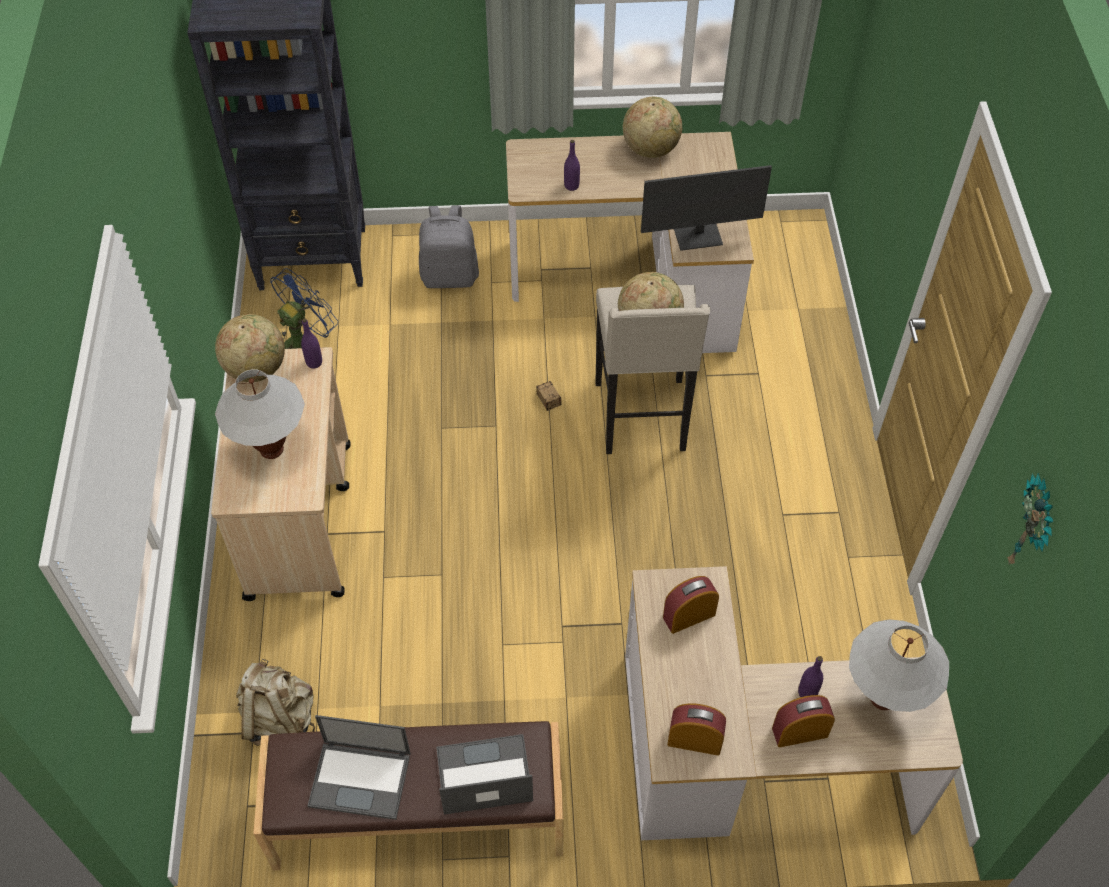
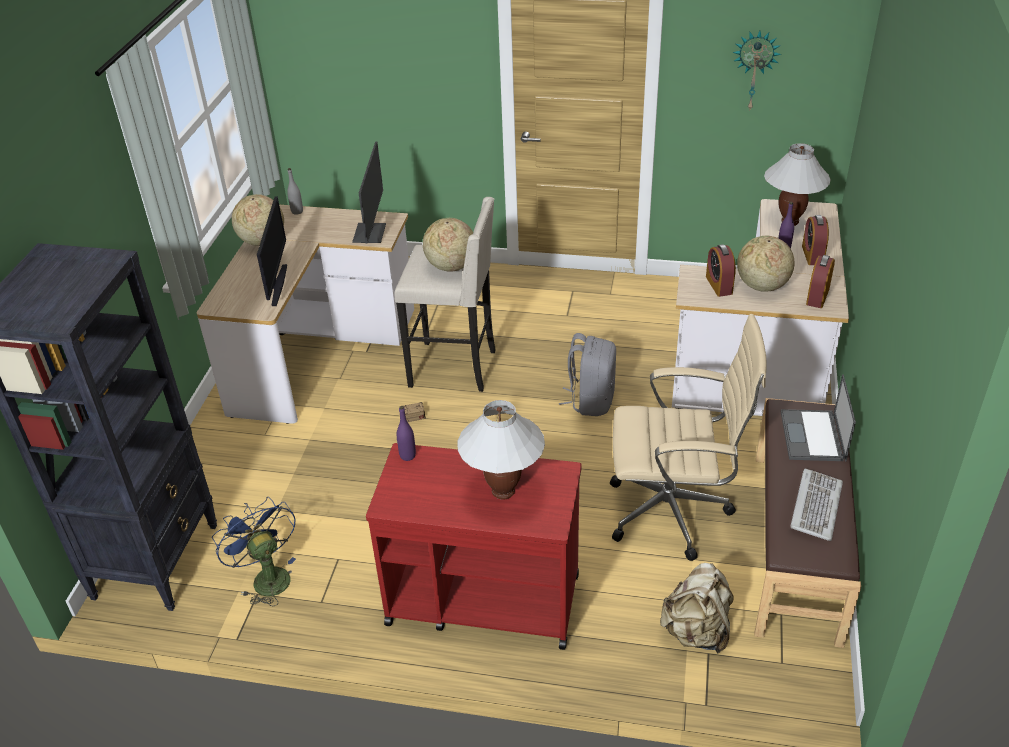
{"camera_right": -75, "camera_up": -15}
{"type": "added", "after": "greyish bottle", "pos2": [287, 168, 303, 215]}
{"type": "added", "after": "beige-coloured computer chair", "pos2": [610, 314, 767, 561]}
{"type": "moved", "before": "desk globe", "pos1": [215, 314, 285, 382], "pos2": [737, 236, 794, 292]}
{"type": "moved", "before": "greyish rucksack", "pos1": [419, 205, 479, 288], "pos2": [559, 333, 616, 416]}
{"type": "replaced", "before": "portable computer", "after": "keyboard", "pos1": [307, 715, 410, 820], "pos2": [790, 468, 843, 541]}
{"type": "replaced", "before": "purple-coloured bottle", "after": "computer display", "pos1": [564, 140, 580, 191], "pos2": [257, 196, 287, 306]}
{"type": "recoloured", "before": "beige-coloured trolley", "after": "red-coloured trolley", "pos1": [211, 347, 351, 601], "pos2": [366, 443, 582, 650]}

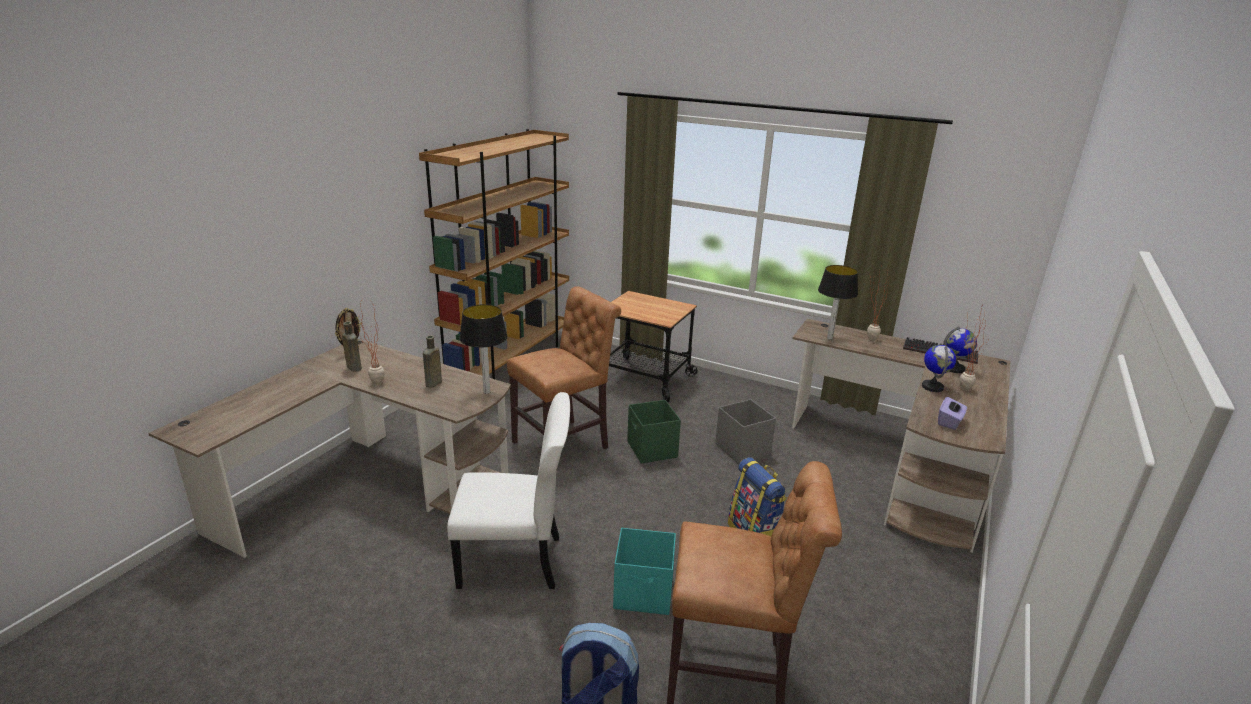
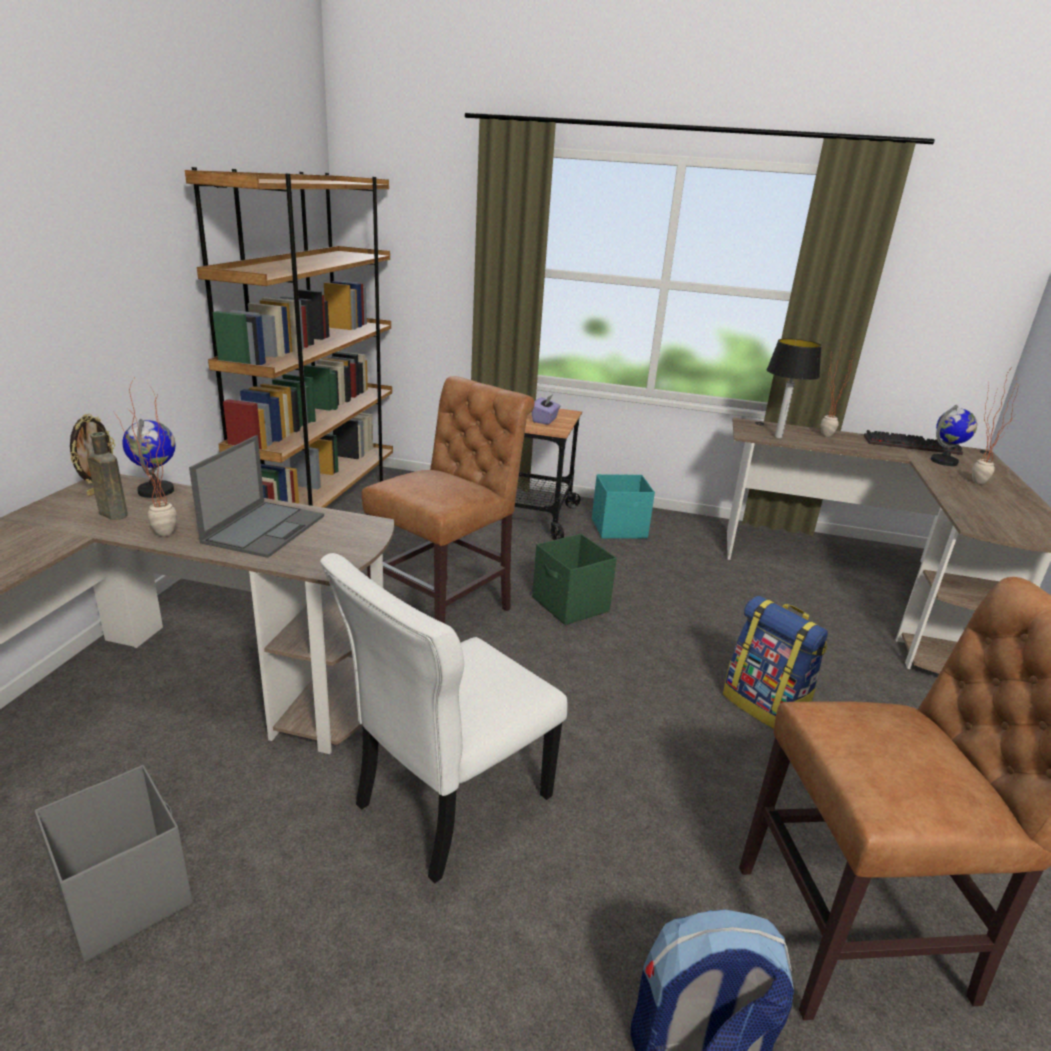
{"camera_right": -15, "camera_up": 0}
{"type": "removed", "before": "tabletop lamp", "pos1": [459, 304, 508, 394]}
{"type": "moved", "before": "blue-green storage container", "pos1": [613, 528, 676, 615], "pos2": [592, 474, 655, 539]}
{"type": "moved", "before": "greyish storage container", "pos1": [715, 399, 776, 464], "pos2": [34, 765, 192, 962]}
{"type": "moved", "before": "desk globe", "pos1": [922, 345, 956, 392], "pos2": [122, 419, 176, 498]}
{"type": "moved", "before": "purple-coloured tissue holder", "pos1": [938, 397, 967, 430], "pos2": [532, 394, 560, 425]}
{"type": "replaced", "before": "brown bottle", "after": "portable computer", "pos1": [423, 335, 442, 388], "pos2": [189, 435, 324, 558]}
{"type": "turned", "before": "white-coloured chair", "pos1": [447, 392, 570, 589], "pos2": [320, 553, 567, 884], "turn": 150}

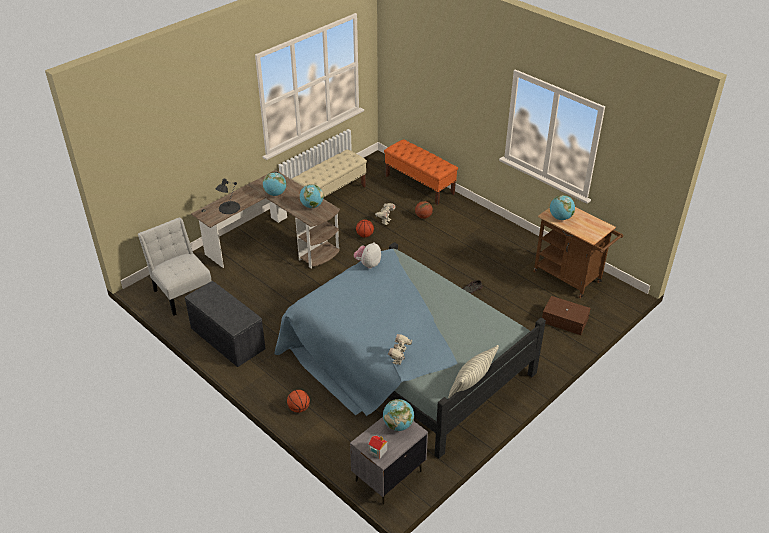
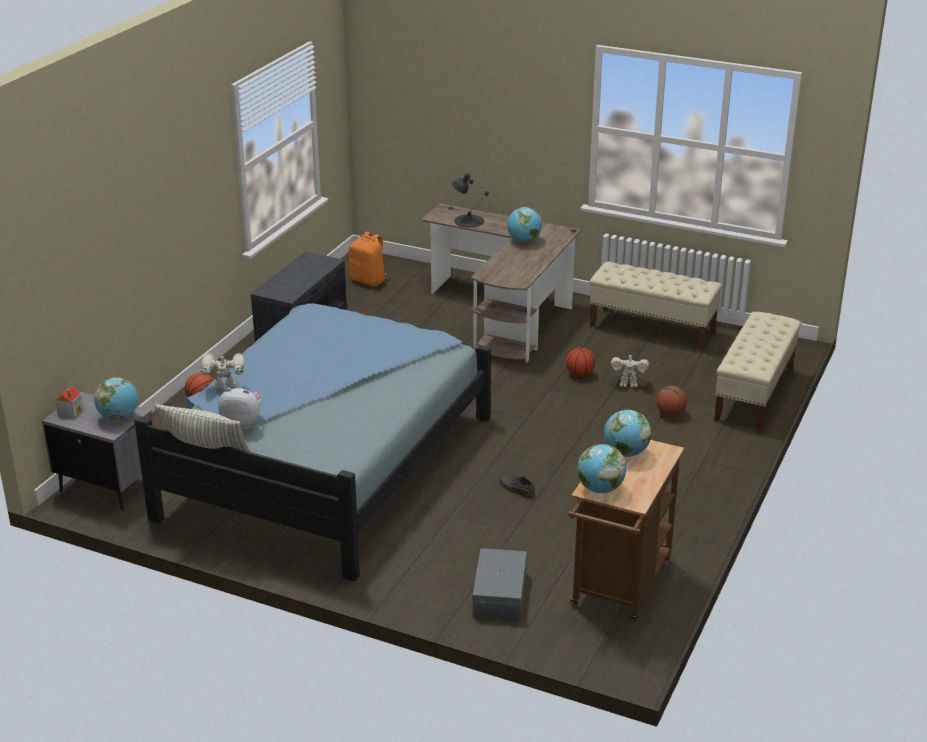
{"camera_right": 70, "camera_up": -10}
{"type": "moved", "before": "desk globe", "pos1": [300, 184, 324, 208], "pos2": [577, 444, 626, 493]}
{"type": "moved", "before": "plush toy", "pos1": [354, 242, 381, 269], "pos2": [218, 388, 261, 429]}
{"type": "replaced", "before": "white-coloured chair", "after": "orange rucksack", "pos1": [138, 217, 212, 315], "pos2": [349, 232, 386, 286]}
{"type": "recoloured", "before": "orange indoor bench", "after": "beige-coloured indoor bench", "pos1": [384, 139, 458, 205], "pos2": [714, 312, 801, 431]}
{"type": "recoloured", "before": "brown storage container", "after": "greyish storage container", "pos1": [542, 296, 591, 335], "pos2": [473, 548, 527, 621]}

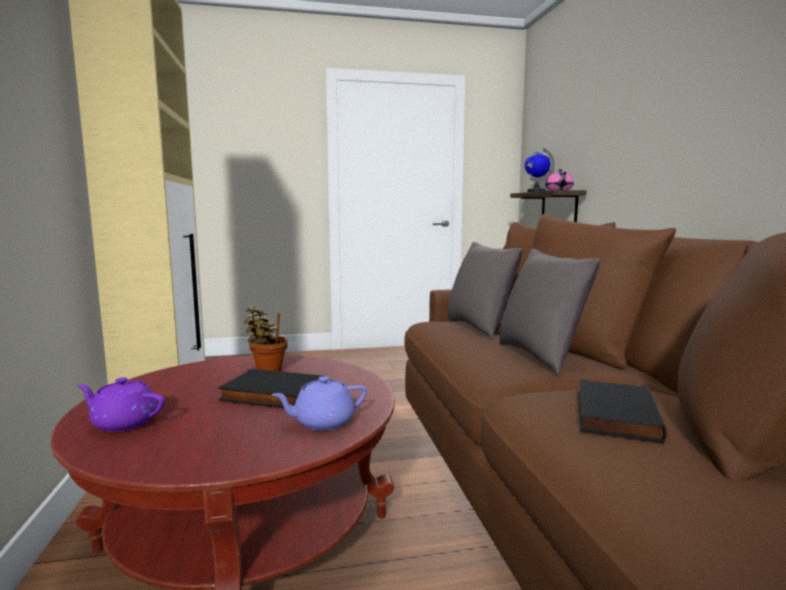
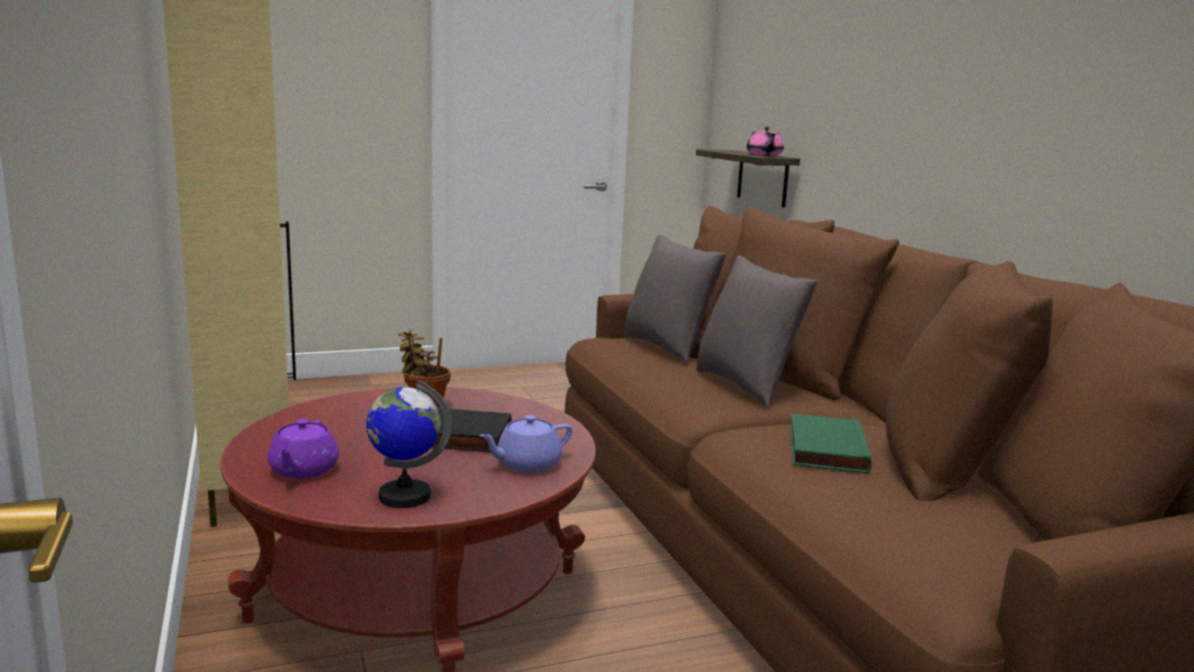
{"camera_right": -10, "camera_up": 5}
{"type": "moved", "before": "desk globe", "pos1": [525, 148, 555, 192], "pos2": [366, 380, 452, 508]}
{"type": "recoloured", "before": "black volume", "after": "green-coloured volume", "pos1": [578, 379, 667, 444], "pos2": [790, 413, 872, 474]}
{"type": "turned", "before": "purple-coloured pot for tea", "pos1": [77, 377, 165, 432], "pos2": [268, 419, 339, 479], "turn": -90}

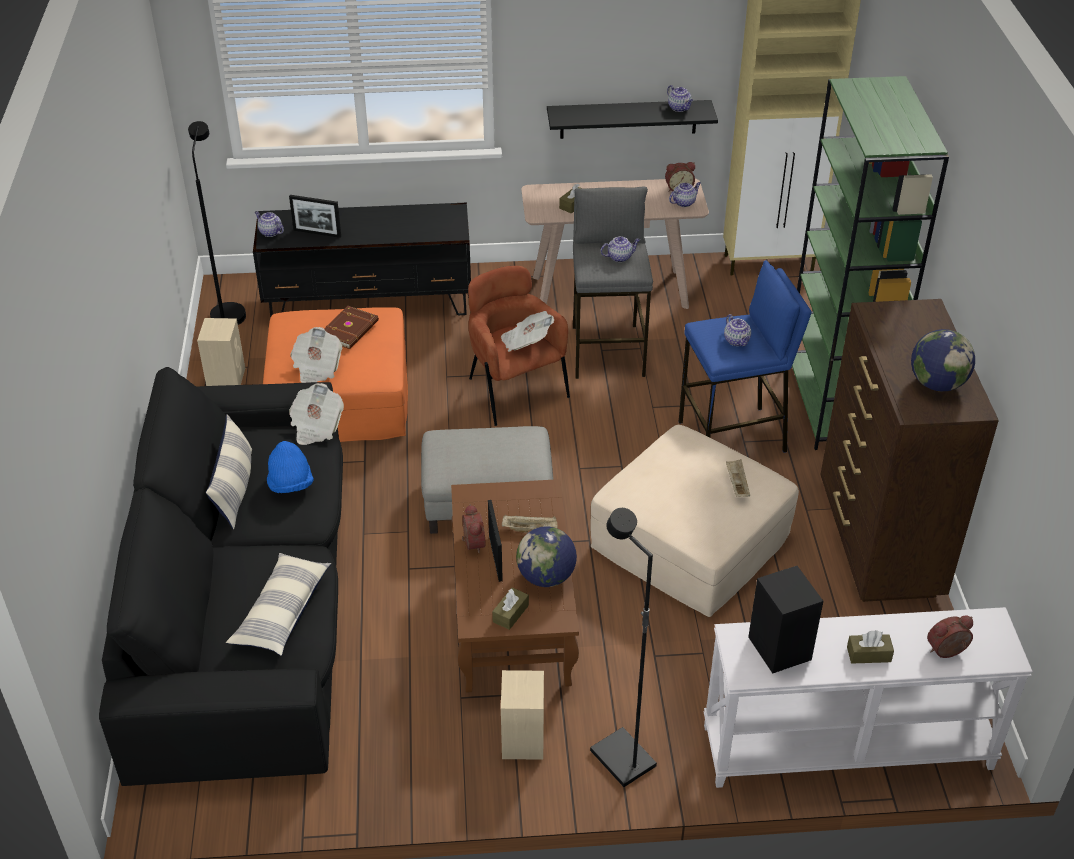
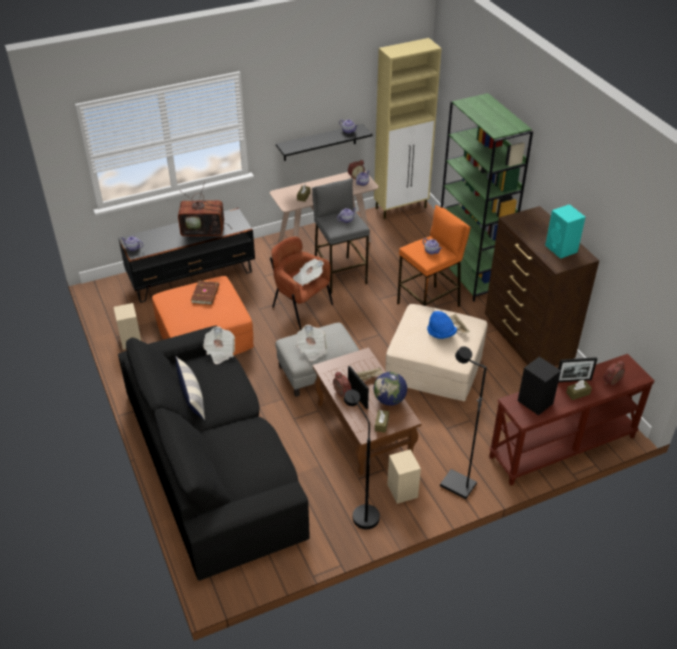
{"camera_right": -20, "camera_up": 0}
{"type": "removed", "before": "pillow", "pos1": [226, 553, 331, 656]}
{"type": "added", "after": "TV set", "pos2": [178, 182, 233, 237]}
{"type": "moved", "before": "black standing lamp", "pos1": [188, 121, 246, 325], "pos2": [344, 390, 380, 529]}
{"type": "moved", "before": "blue clothing hat", "pos1": [267, 441, 314, 493], "pos2": [427, 311, 457, 339]}
{"type": "moved", "before": "photo frame", "pos1": [289, 195, 341, 238], "pos2": [558, 357, 597, 382]}
{"type": "moved", "before": "printed paper", "pos1": [290, 327, 342, 383], "pos2": [296, 325, 327, 361]}
{"type": "replaced", "before": "desk globe", "after": "blue-green audio speaker", "pos1": [911, 329, 975, 391], "pos2": [545, 204, 585, 259]}
{"type": "recoloured", "before": "blue stool", "after": "orange stool", "pos1": [678, 260, 812, 453], "pos2": [397, 205, 471, 307]}
{"type": "recoloured", "before": "white-coloured console table", "after": "brown console table", "pos1": [704, 607, 1033, 788], "pos2": [489, 354, 655, 485]}

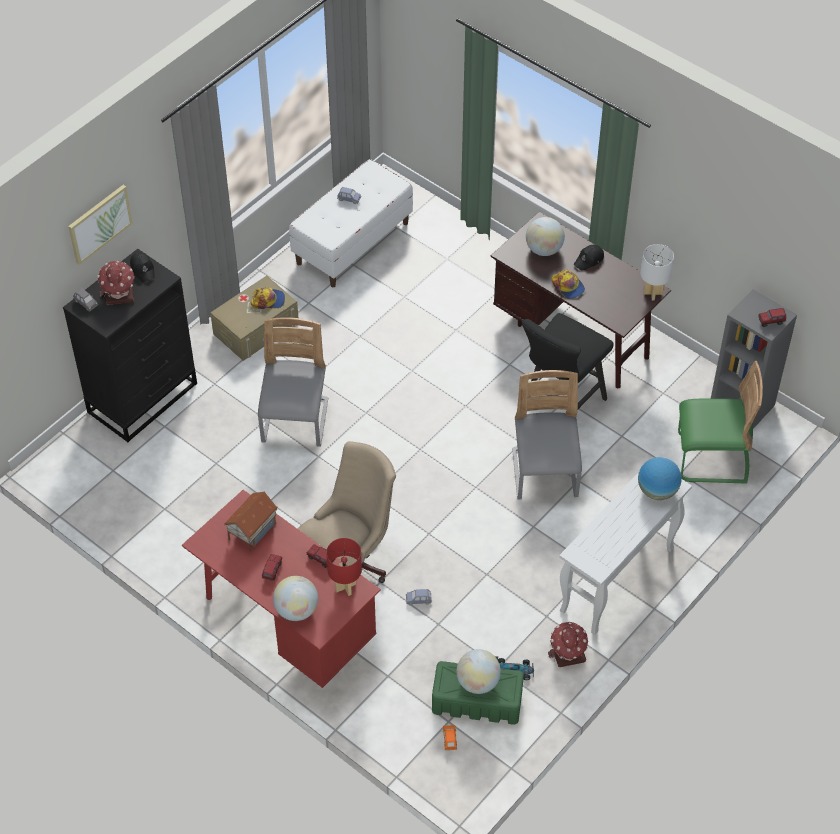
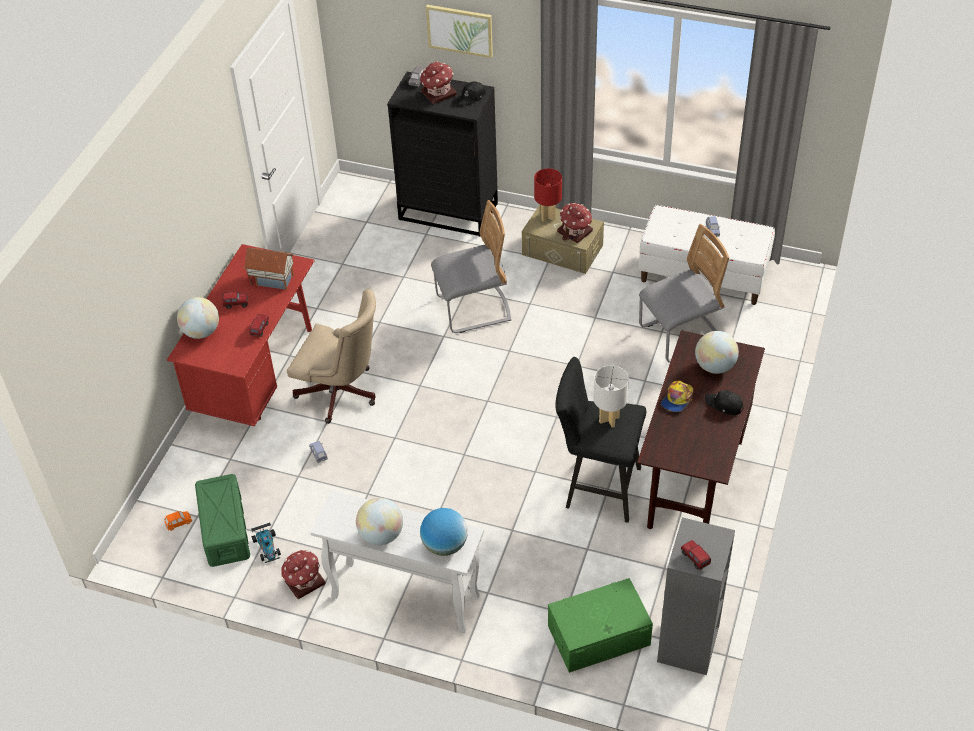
{"camera_right": 70, "camera_up": -5}
{"type": "moved", "before": "red-coloured tabletop lamp", "pos1": [326, 538, 362, 596], "pos2": [534, 168, 562, 222]}
{"type": "moved", "before": "desk globe", "pos1": [457, 649, 501, 694], "pos2": [356, 498, 403, 545]}
{"type": "moved", "before": "greyish chair", "pos1": [512, 370, 582, 499], "pos2": [639, 224, 729, 363]}
{"type": "moved", "before": "white-coloured tabletop lamp", "pos1": [641, 244, 674, 301], "pos2": [593, 365, 629, 428]}
{"type": "replaced", "before": "baseball cap", "after": "model house", "pos1": [251, 287, 285, 309], "pos2": [557, 203, 593, 243]}
{"type": "replaced", "before": "green-coloured chair", "after": "green-coloured storage container", "pos1": [678, 361, 763, 484], "pos2": [548, 578, 653, 673]}

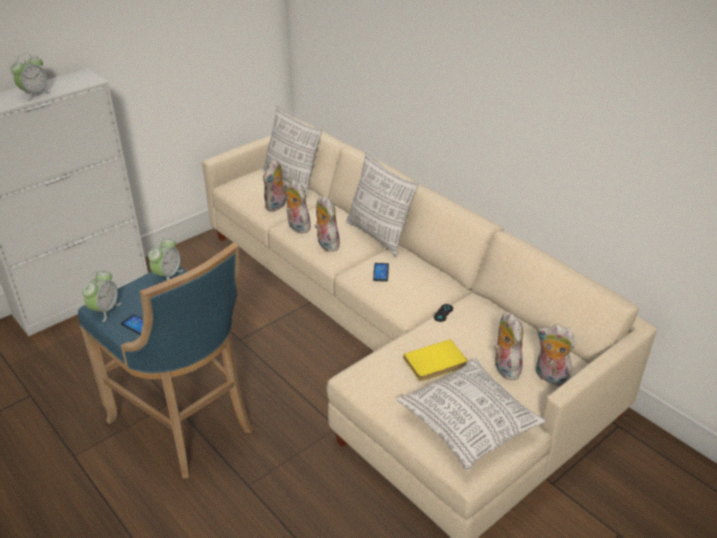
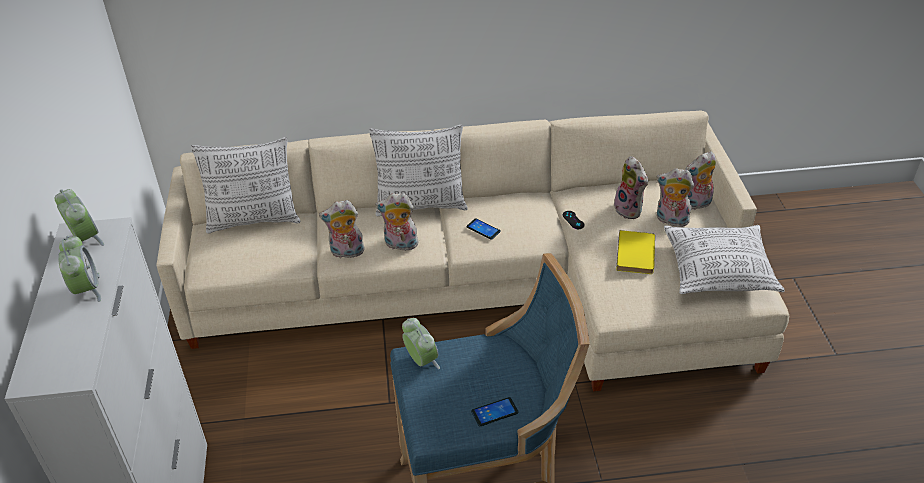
{"camera_right": -55, "camera_up": 5}
{"type": "moved", "before": "alarm clock", "pos1": [82, 270, 121, 322], "pos2": [55, 189, 104, 246]}
{"type": "moved", "before": "plush toy", "pos1": [263, 159, 286, 212], "pos2": [614, 156, 648, 219]}

